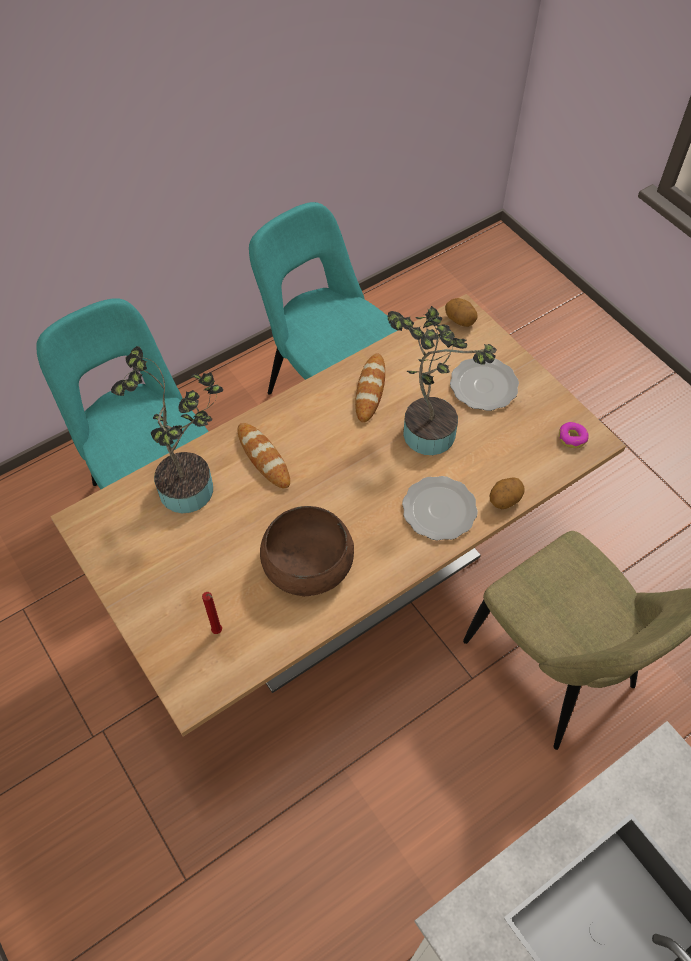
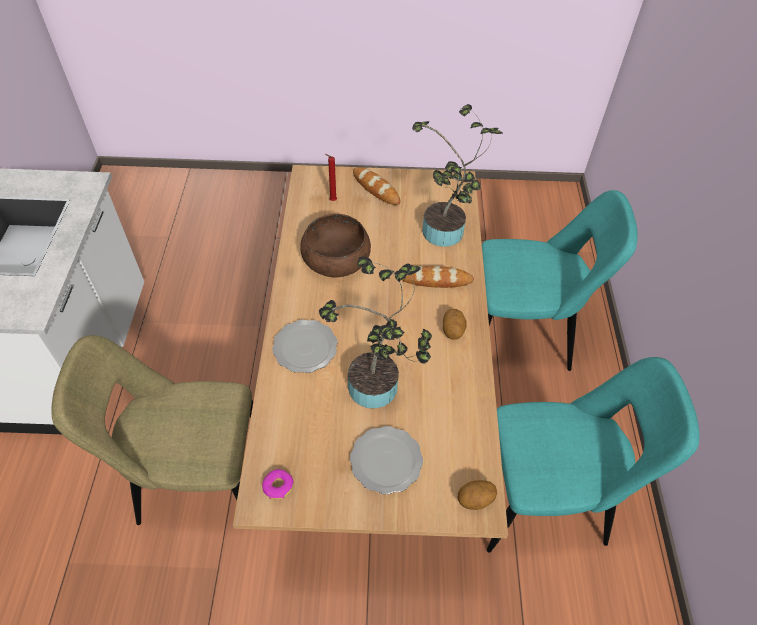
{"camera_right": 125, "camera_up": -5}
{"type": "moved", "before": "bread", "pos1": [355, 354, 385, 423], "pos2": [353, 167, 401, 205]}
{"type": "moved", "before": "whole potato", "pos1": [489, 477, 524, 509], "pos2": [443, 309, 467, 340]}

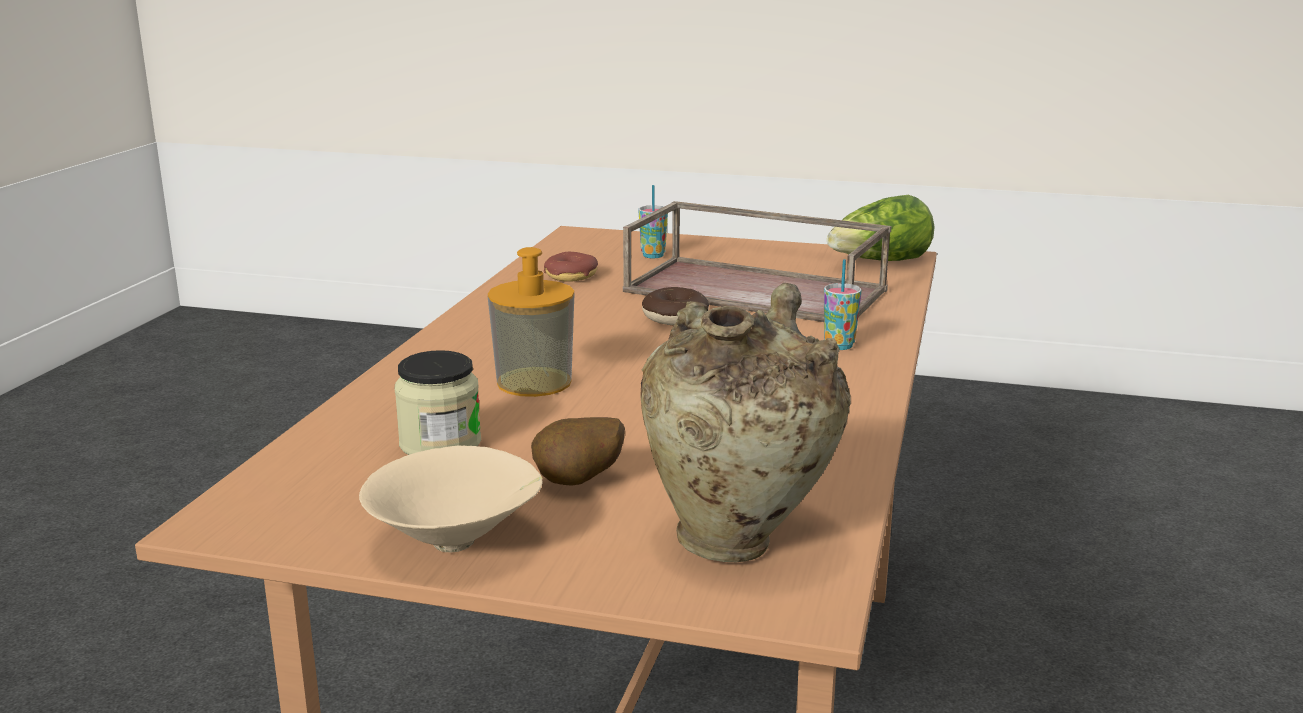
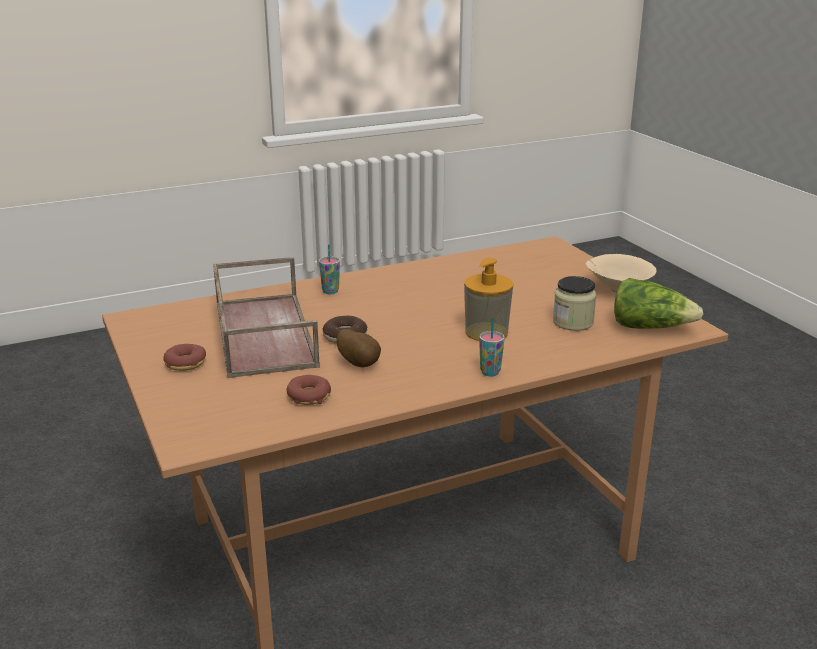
{"camera_right": -130, "camera_up": 5}
{"type": "removed", "before": "beige-coloured decorative vase", "pos1": [640, 283, 851, 562]}
{"type": "added", "after": "donut", "pos2": [163, 344, 206, 371]}
{"type": "moved", "before": "whole potato", "pos1": [531, 417, 625, 486], "pos2": [337, 329, 381, 367]}
{"type": "moved", "before": "cup", "pos1": [639, 185, 668, 258], "pos2": [479, 318, 505, 376]}
{"type": "moved", "before": "lettuce", "pos1": [827, 195, 935, 261], "pos2": [614, 278, 703, 329]}

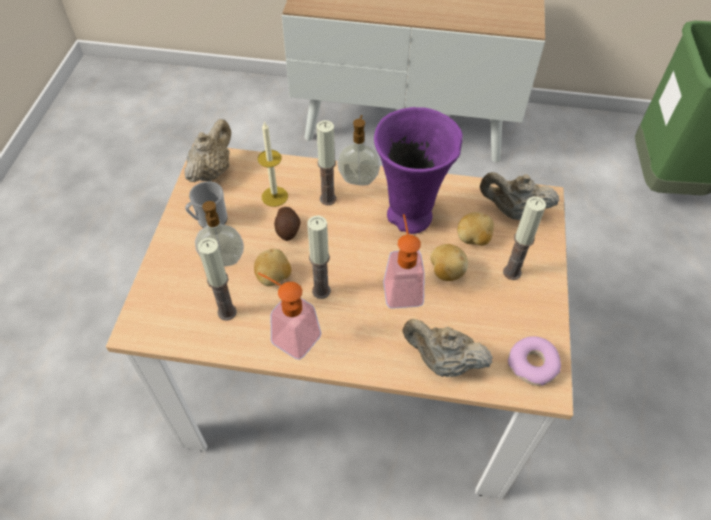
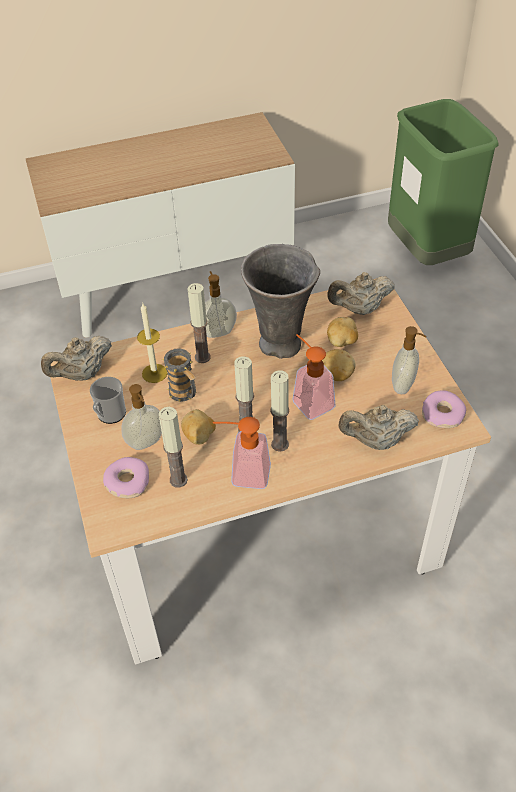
{"camera_right": -25, "camera_up": -5}
{"type": "added", "after": "donut", "pos2": [103, 457, 149, 498]}
{"type": "added", "after": "soap bottle", "pos2": [392, 326, 427, 394]}
{"type": "moved", "before": "wax light", "pos1": [503, 197, 546, 280], "pos2": [270, 370, 289, 452]}
{"type": "replaced", "before": "whole potato", "after": "coffee mug", "pos1": [274, 207, 300, 241], "pos2": [161, 348, 196, 402]}
{"type": "recoloured", "before": "purple-coloured decorative vase", "after": "greyish decorative vase", "pos1": [374, 107, 463, 234], "pos2": [241, 244, 320, 359]}
{"type": "turned", "before": "beige-coloured pot for tea", "pos1": [184, 119, 231, 182], "pos2": [41, 336, 112, 381], "turn": -120}

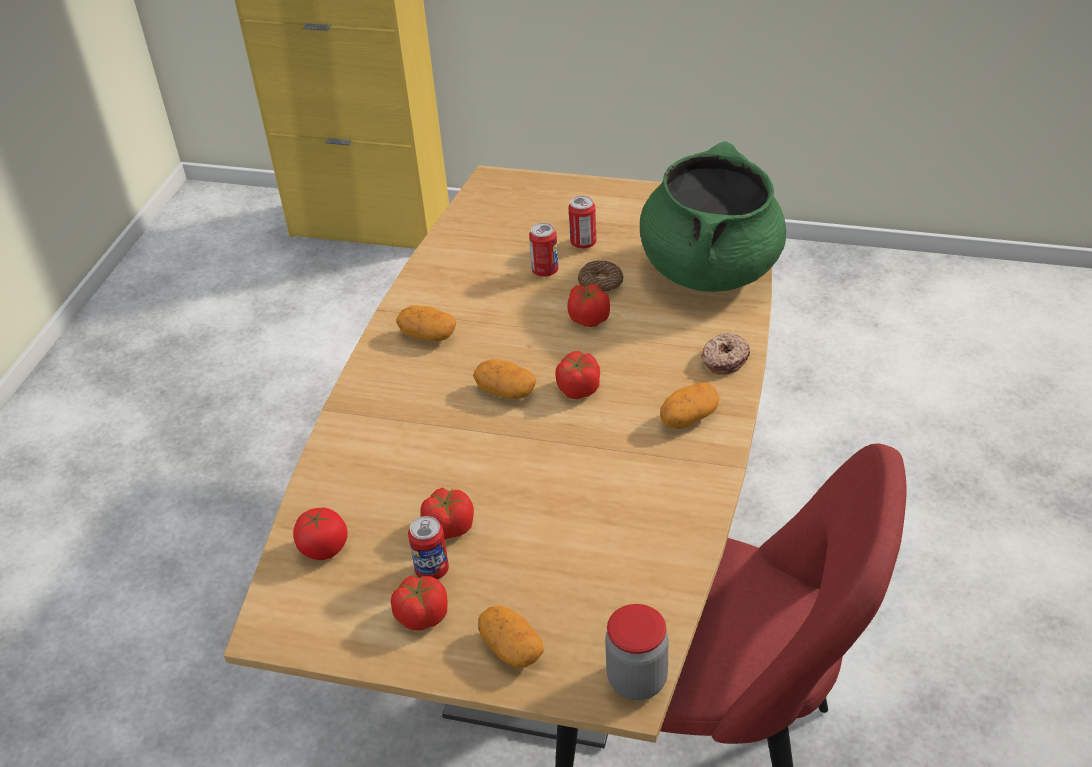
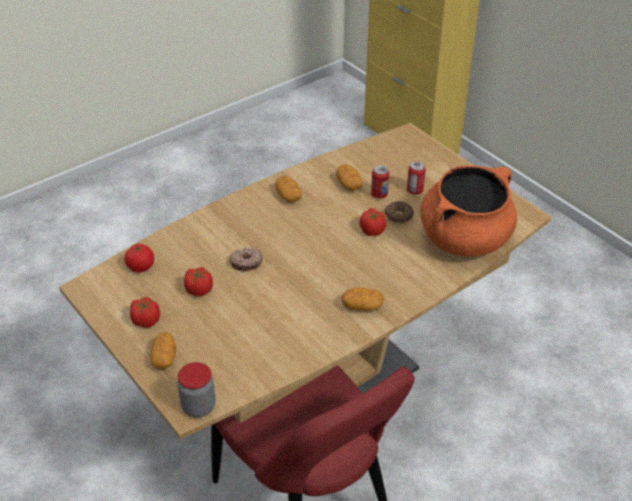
{"camera_right": 35, "camera_up": 0}
{"type": "removed", "before": "sealed can", "pos1": [408, 516, 449, 580]}
{"type": "removed", "before": "whole tomato", "pos1": [555, 351, 600, 399]}
{"type": "moved", "before": "whole potato", "pos1": [473, 360, 536, 399], "pos2": [336, 164, 363, 191]}
{"type": "moved", "before": "donut", "pos1": [701, 333, 750, 375], "pos2": [229, 248, 263, 271]}
{"type": "recoloured", "before": "green-coloured cooking pot", "after": "orange cooking pot", "pos1": [640, 141, 786, 292], "pos2": [420, 165, 517, 257]}

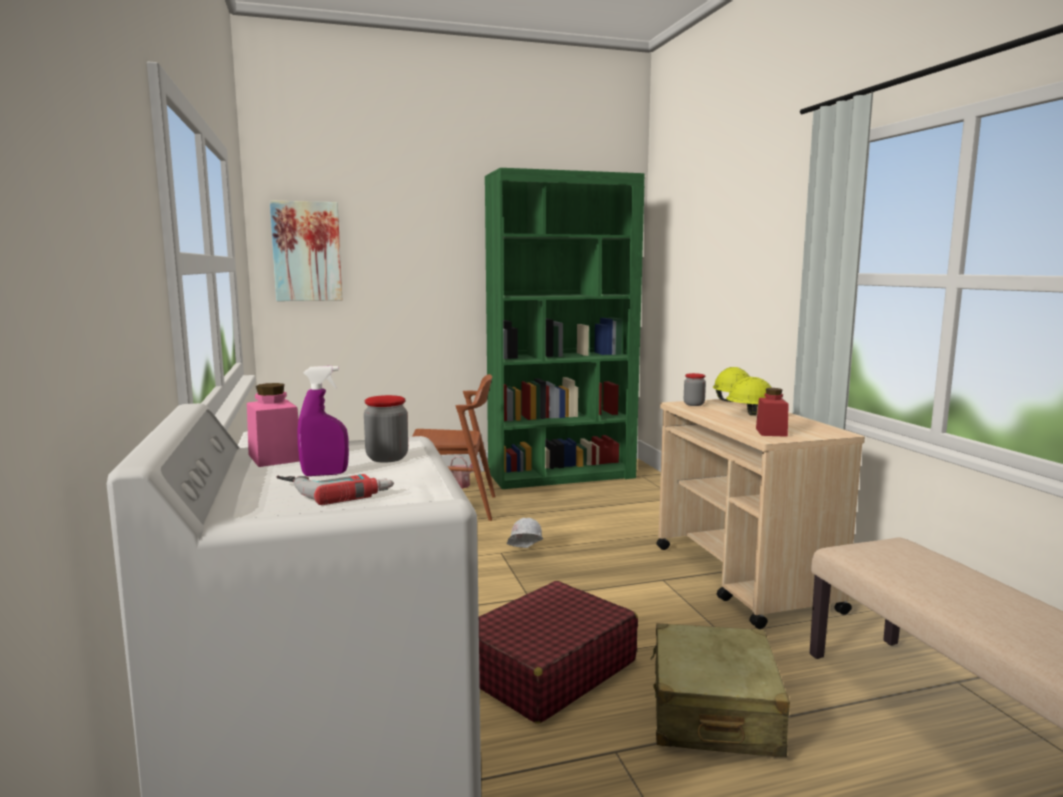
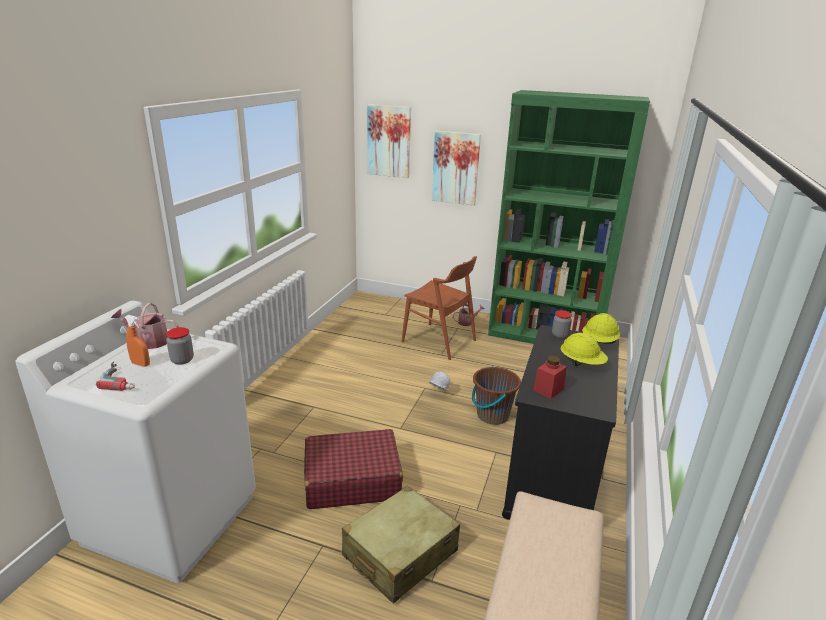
{"camera_right": 35, "camera_up": 15}
{"type": "added", "after": "wall art", "pos2": [432, 131, 481, 206]}
{"type": "added", "after": "brown pail", "pos2": [472, 366, 521, 425]}
{"type": "replaced", "before": "pink jar", "after": "watering can", "pos1": [247, 383, 300, 467], "pos2": [111, 303, 179, 349]}
{"type": "recoloured", "before": "purple-coloured spray bottle", "after": "orange spray bottle", "pos1": [297, 366, 349, 476], "pos2": [124, 315, 150, 367]}
{"type": "recoloured", "before": "beige-coloured trolley", "after": "black trolley", "pos1": [656, 399, 865, 629], "pos2": [502, 325, 619, 520]}

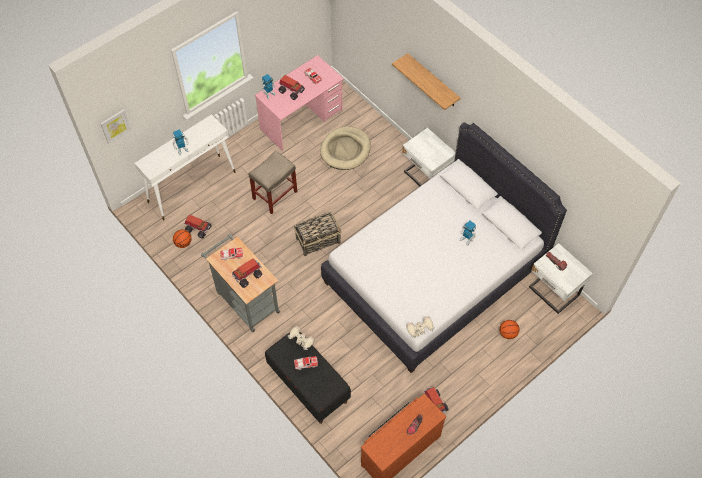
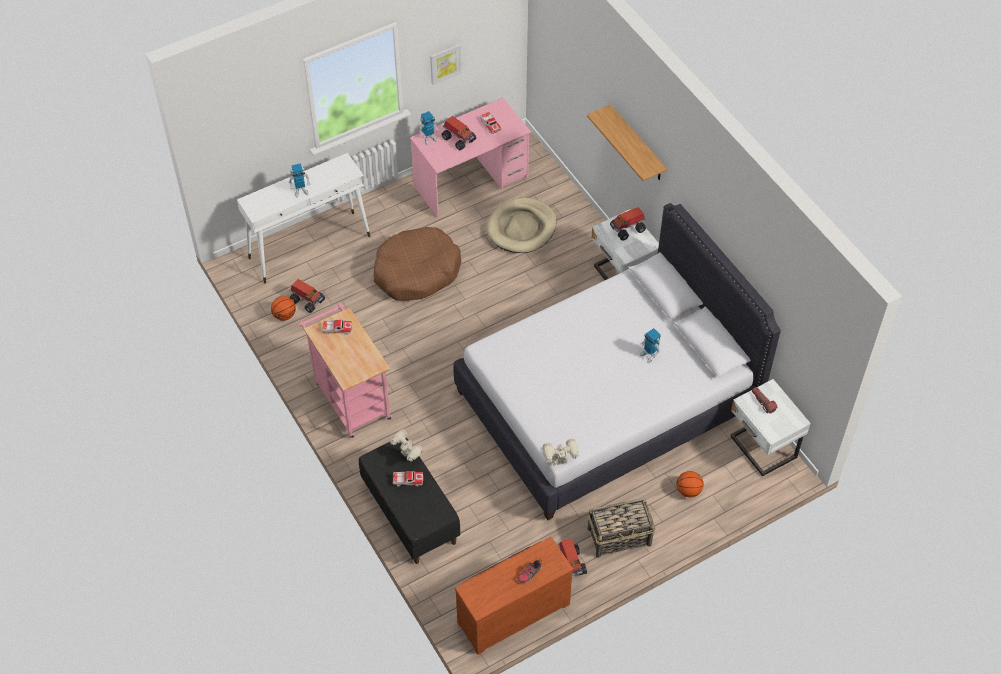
{"camera_right": 10, "camera_up": -5}
{"type": "moved", "before": "wall art", "pos1": [100, 109, 131, 144], "pos2": [430, 44, 462, 85]}
{"type": "moved", "before": "toy lorry", "pos1": [232, 258, 262, 288], "pos2": [610, 207, 647, 241]}
{"type": "moved", "before": "storage basket", "pos1": [294, 212, 341, 256], "pos2": [587, 498, 655, 558]}
{"type": "replaced", "before": "beige-coloured stool", "after": "brown pet bed", "pos1": [249, 151, 297, 214], "pos2": [374, 227, 461, 301]}
{"type": "recoloured", "before": "greyish trolley", "after": "pink trolley", "pos1": [201, 234, 280, 333], "pos2": [299, 303, 392, 439]}

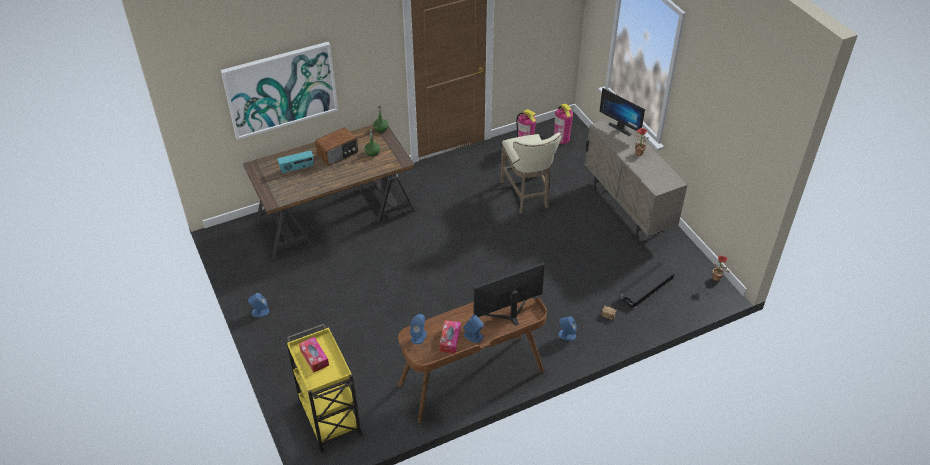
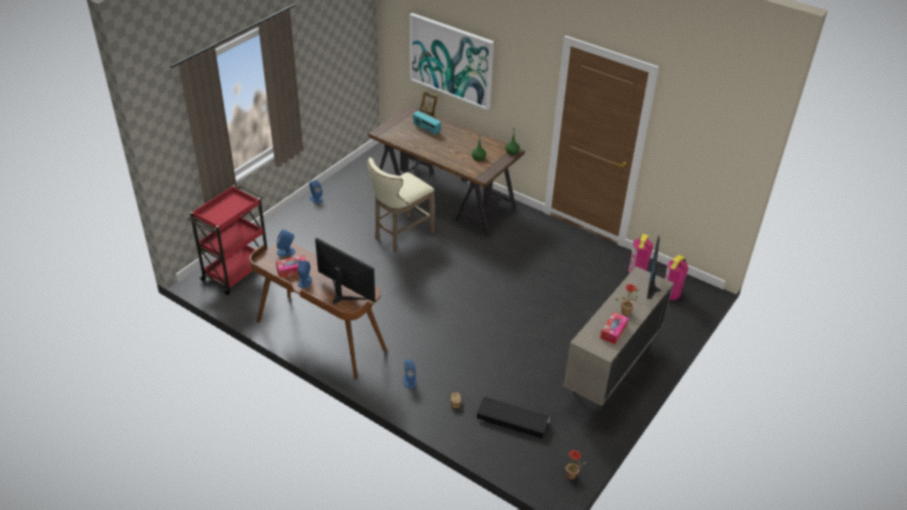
{"camera_right": 60, "camera_up": -5}
{"type": "removed", "before": "radio receiver", "pos1": [315, 127, 358, 166]}
{"type": "added", "after": "photo frame", "pos2": [419, 90, 439, 118]}
{"type": "moved", "before": "tissue holder", "pos1": [299, 337, 329, 373], "pos2": [600, 312, 629, 344]}
{"type": "moved", "before": "beige-coloured stool", "pos1": [500, 133, 561, 214], "pos2": [368, 158, 435, 252]}
{"type": "recoloured", "before": "yellow-coloured trolley", "after": "red-coloured trolley", "pos1": [286, 324, 363, 453], "pos2": [188, 185, 268, 295]}

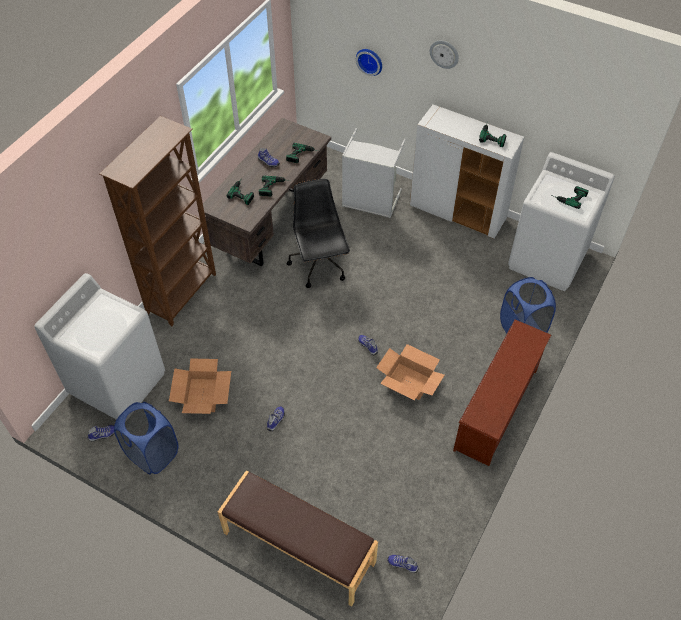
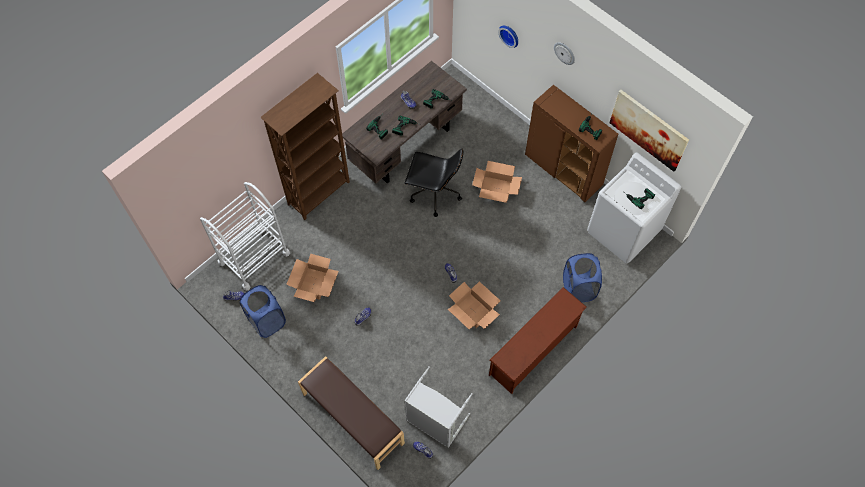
{"camera_right": 15, "camera_up": 10}
{"type": "added", "after": "packing box", "pos2": [472, 161, 522, 203]}
{"type": "added", "after": "wall art", "pos2": [609, 90, 689, 172]}
{"type": "moved", "before": "greyish laundry basket", "pos1": [342, 128, 406, 218], "pos2": [404, 366, 473, 448]}
{"type": "replaced", "before": "white-coloured laundry appliance", "after": "white-coloured trolley", "pos1": [34, 273, 165, 420], "pos2": [200, 182, 290, 291]}
{"type": "recoloured", "before": "white-coloured storage cabinet", "after": "brown storage cabinet", "pos1": [410, 105, 524, 239], "pos2": [525, 85, 618, 202]}
{"type": "turned", "before": "black computer chair", "pos1": [287, 179, 350, 288], "pos2": [404, 149, 463, 217], "turn": 105}

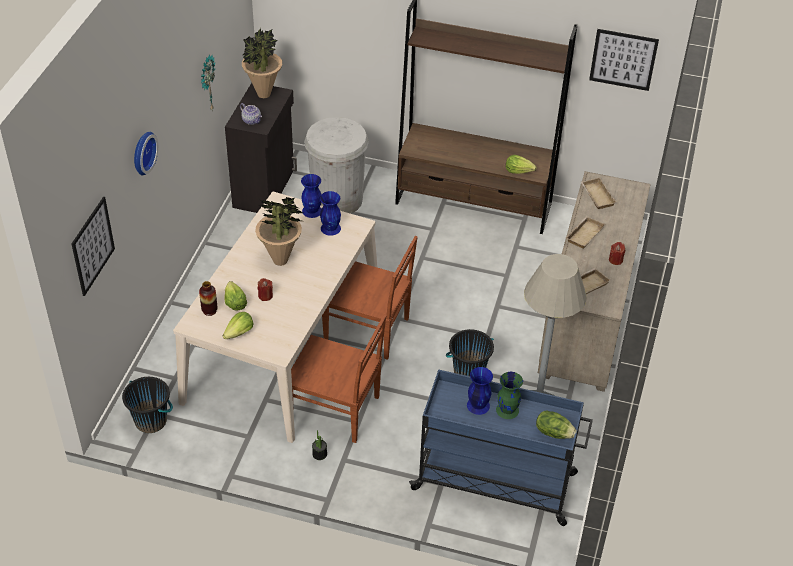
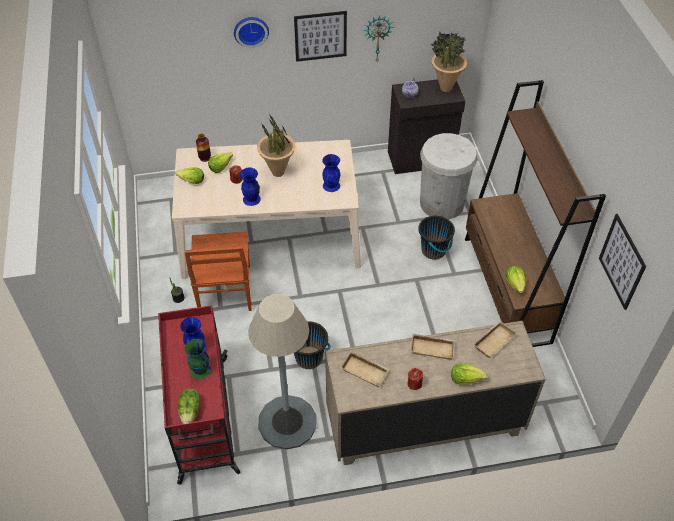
{"camera_right": 65, "camera_up": 5}
{"type": "removed", "before": "brown chair", "pos1": [322, 236, 418, 360]}
{"type": "added", "after": "lettuce", "pos2": [451, 363, 487, 385]}
{"type": "moved", "before": "wall art", "pos1": [71, 197, 115, 296], "pos2": [294, 11, 347, 62]}
{"type": "moved", "before": "black pail", "pos1": [122, 377, 173, 433], "pos2": [418, 215, 455, 259]}
{"type": "moved", "before": "blue decorative vase", "pos1": [301, 174, 322, 218], "pos2": [240, 168, 261, 206]}
{"type": "recoloured", "before": "blue trolley", "after": "red-coloured trolley", "pos1": [409, 369, 593, 526], "pos2": [158, 305, 241, 485]}

